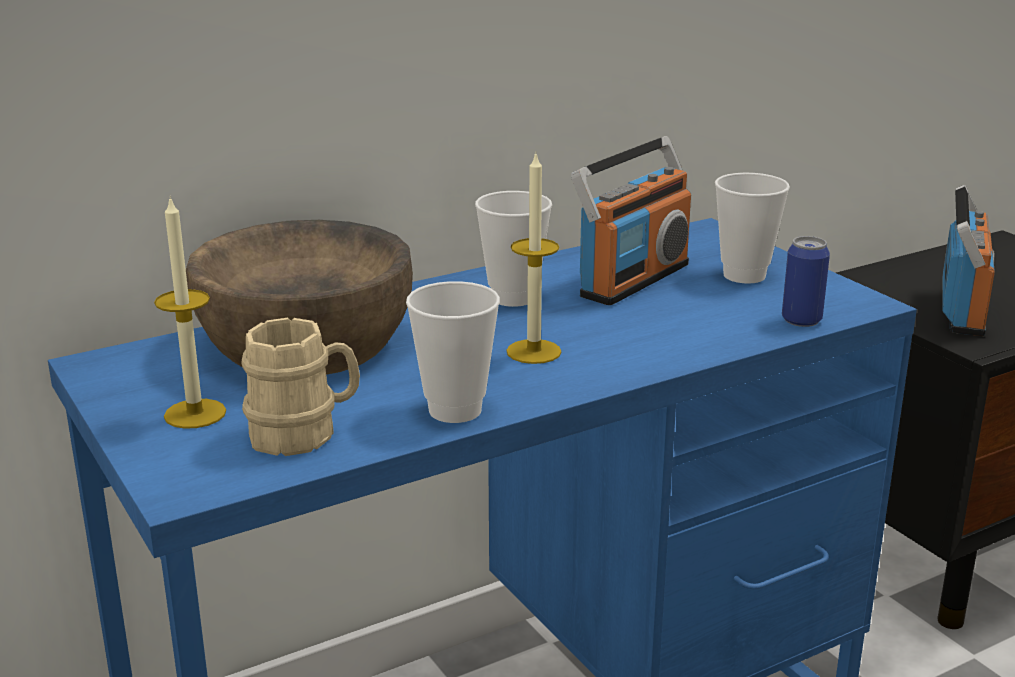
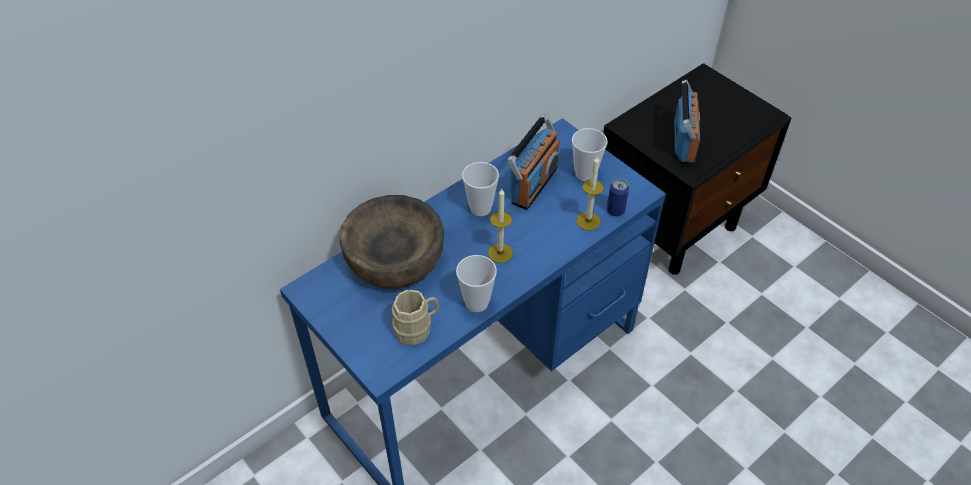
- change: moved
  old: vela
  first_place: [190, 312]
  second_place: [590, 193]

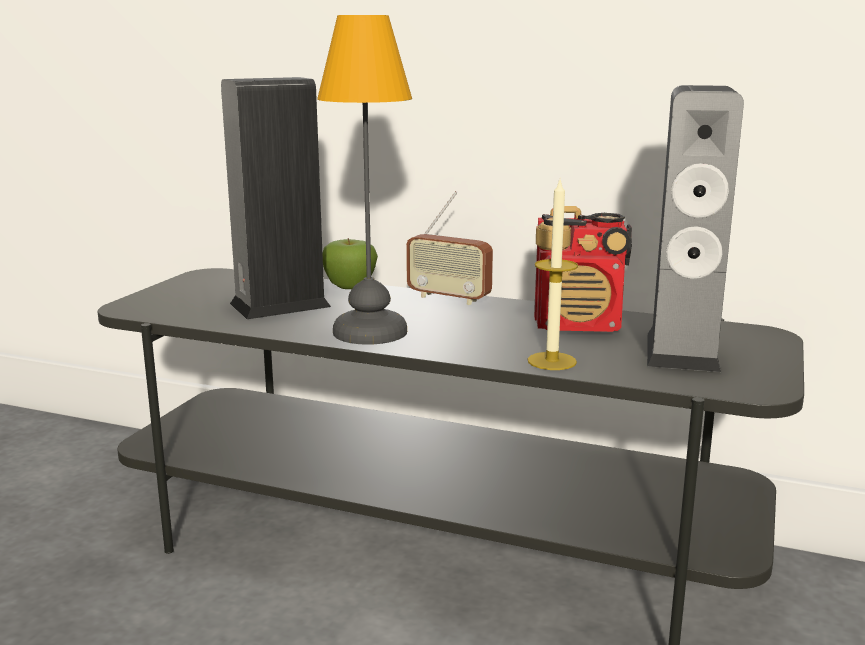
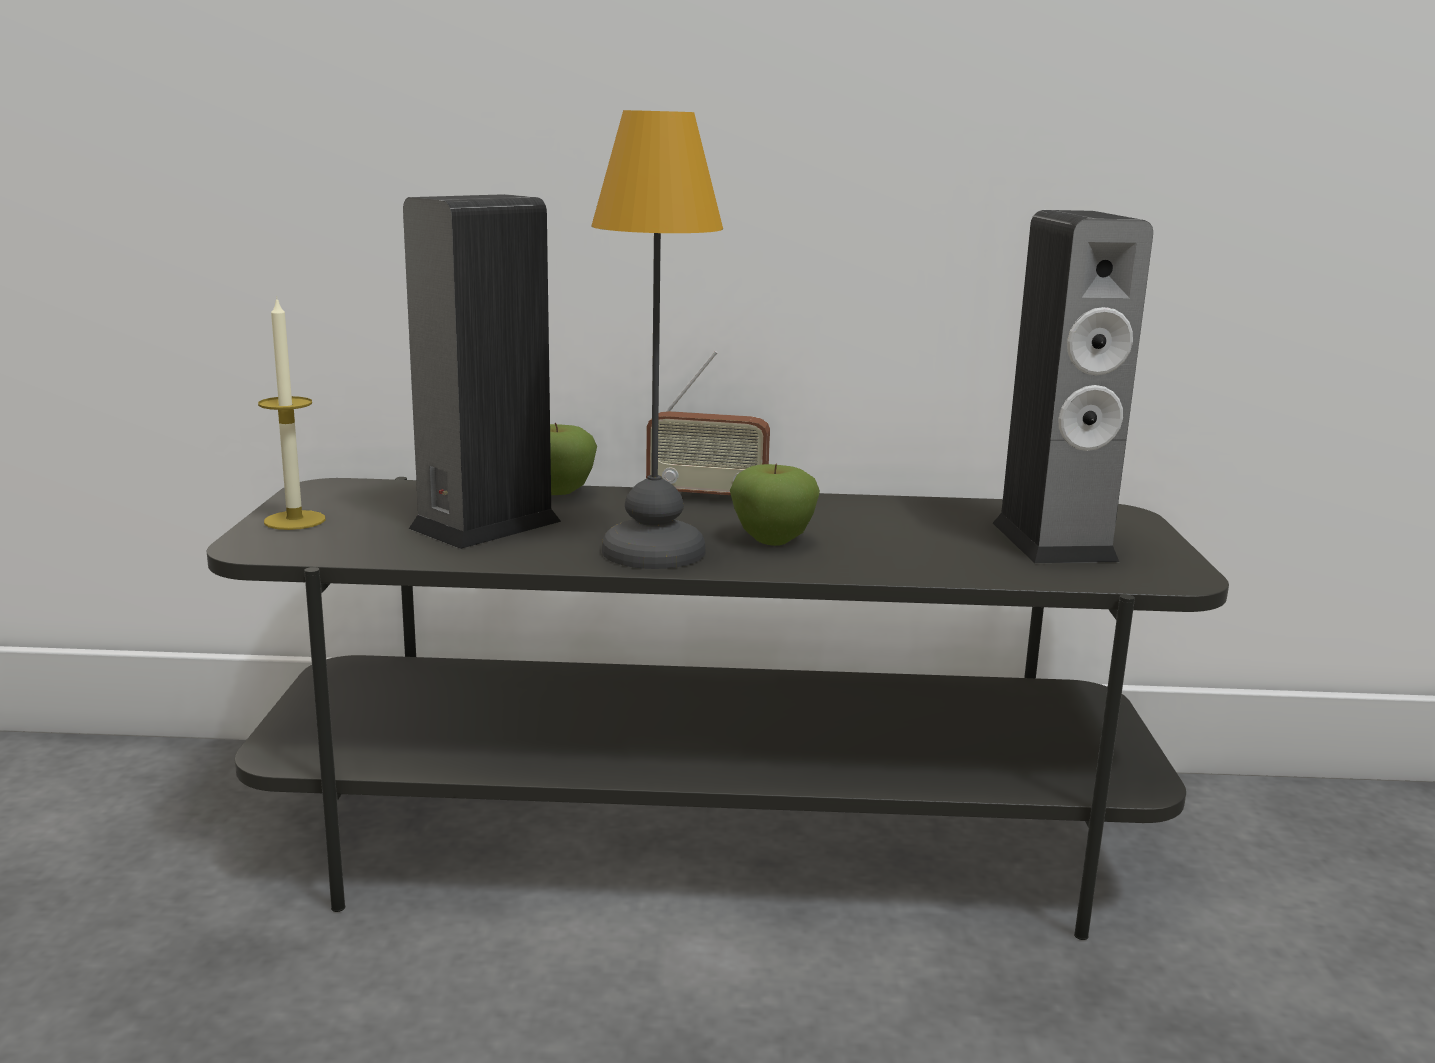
- change: moved
  old: vela
  first_place: [553, 273]
  second_place: [291, 413]
- change: added
  new: manzana
  second_place: [775, 504]
- change: removed
  old: radio
  first_place: [583, 269]

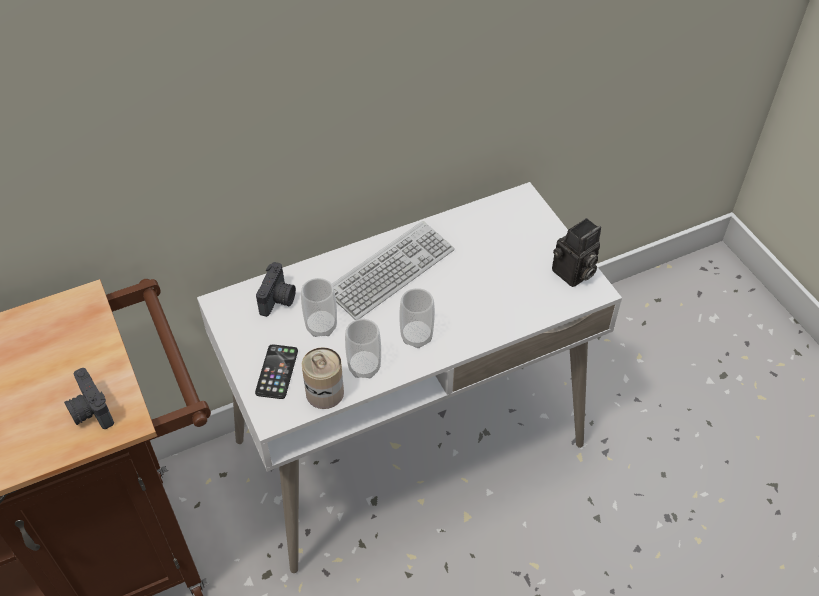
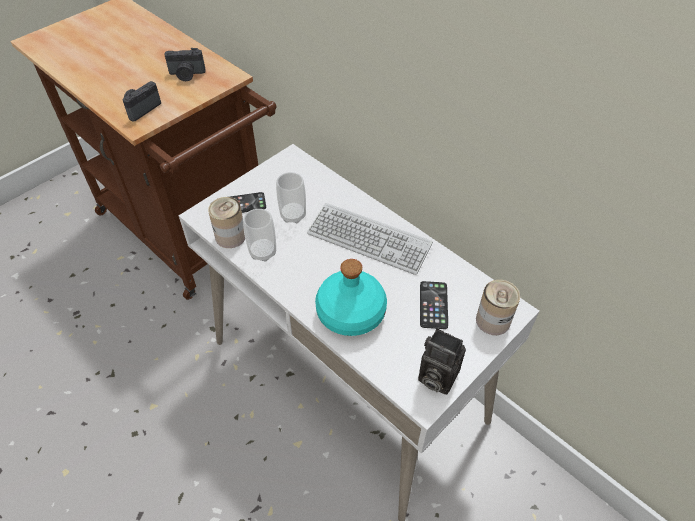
- change: moved
  old: cámara
  first_place: [276, 289]
  second_place: [185, 64]
- change: added
  new: botella (turquesa)
  second_place: [351, 297]
- change: added
  new: móvil
  second_place: [434, 305]
- change: added
  new: lata
  second_place: [498, 307]
- change: removed
  old: taza
  first_place: [417, 318]

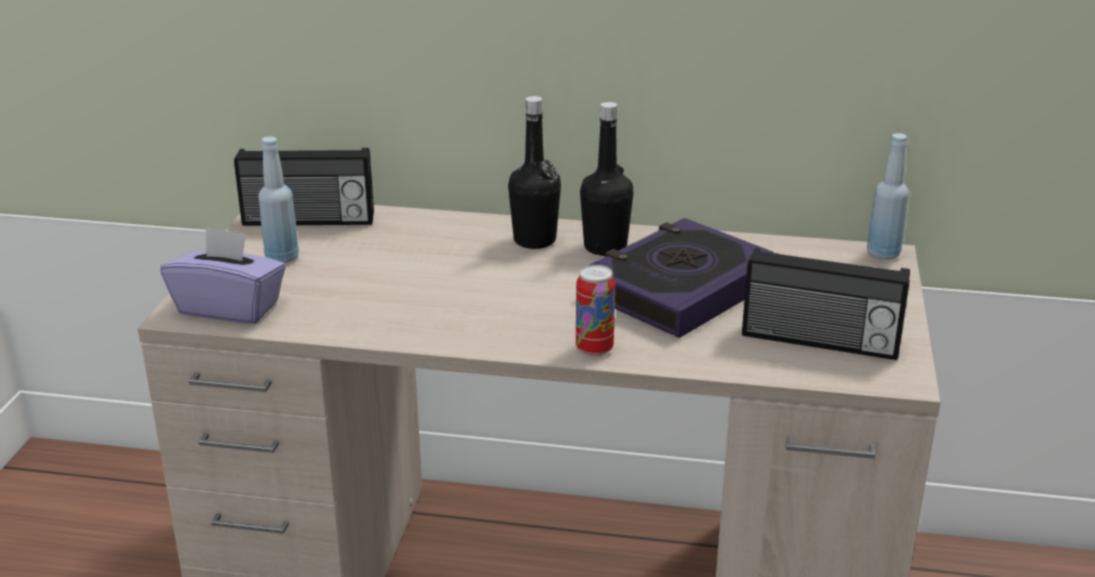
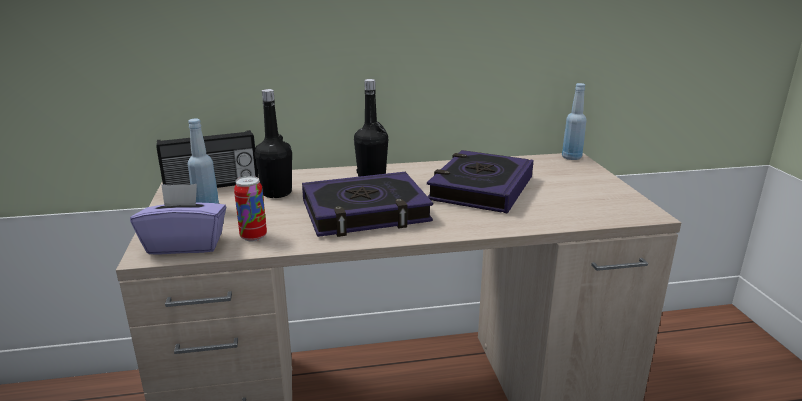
- change: moved
  old: lata
  first_place: [595, 311]
  second_place: [250, 208]
- change: moved
  old: botella (negro)
  first_place: [607, 179]
  second_place: [273, 143]
- change: added
  new: libro
  second_place: [367, 204]
- change: removed
  old: radio
  first_place: [826, 304]

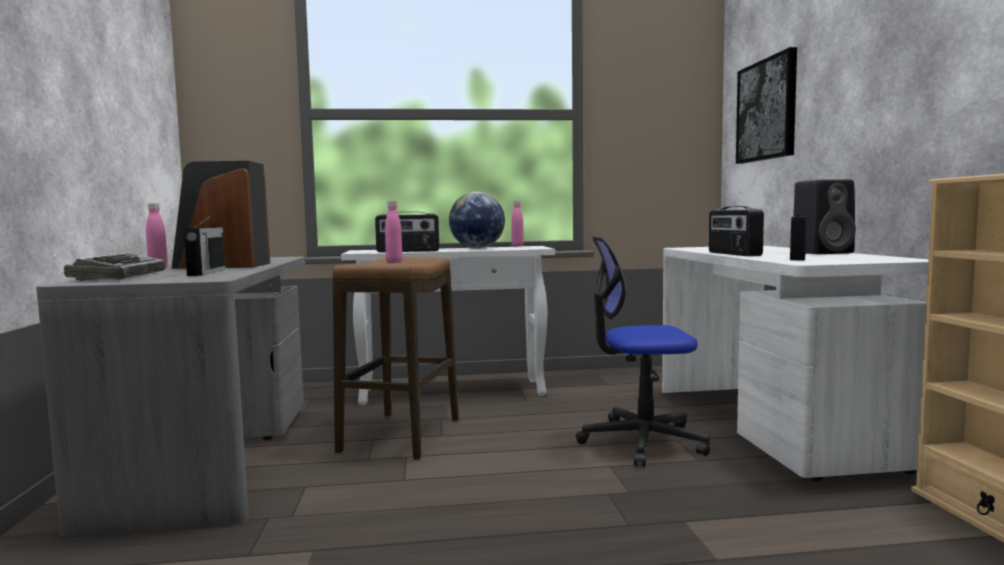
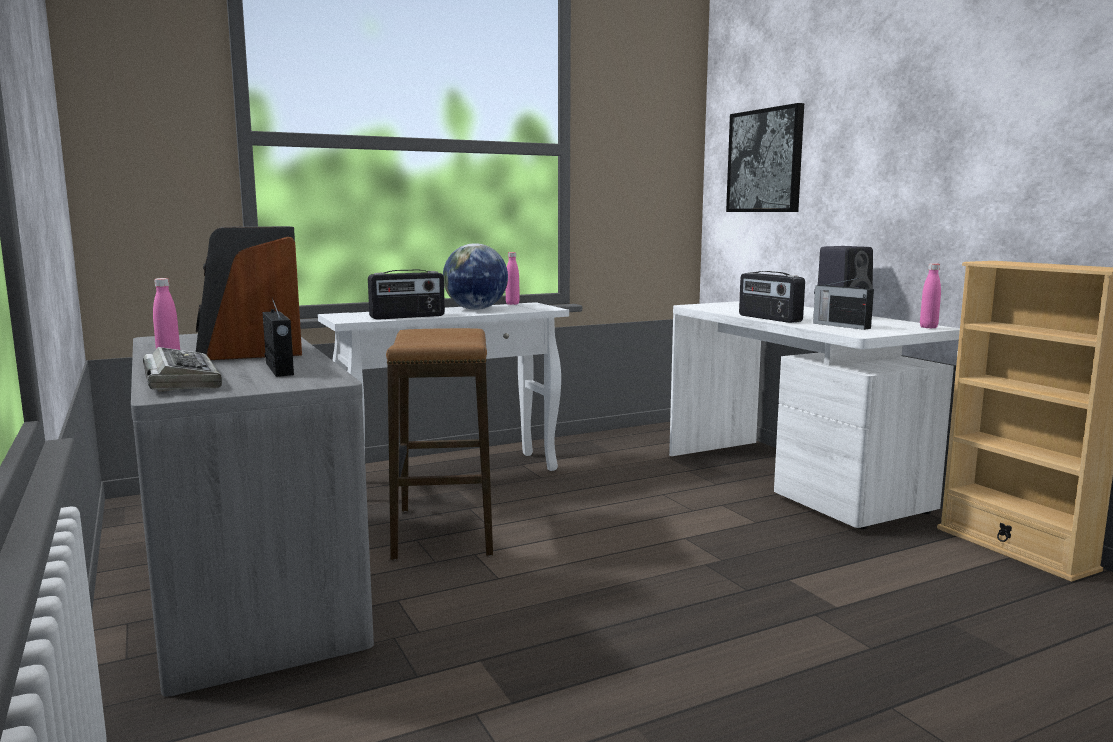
- change: turned
  old: radio
  first_place: [798, 232]
  second_place: [843, 303]
  degrees: -45
- change: moved
  old: botella (rosa)
  first_place: [393, 232]
  second_place: [930, 295]
- change: removed
  old: silla de oficina
  first_place: [642, 351]

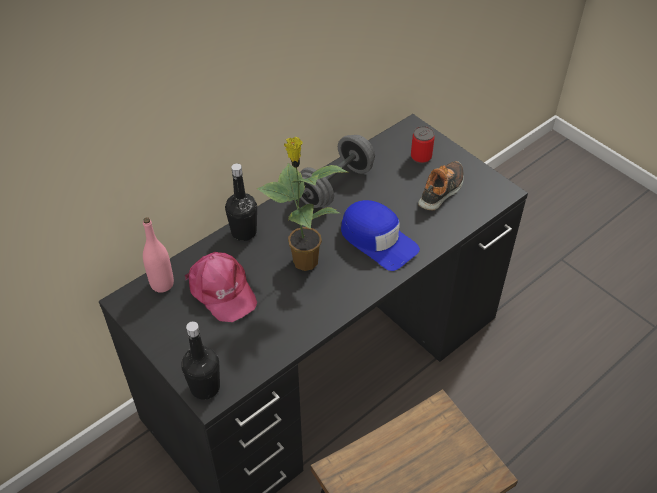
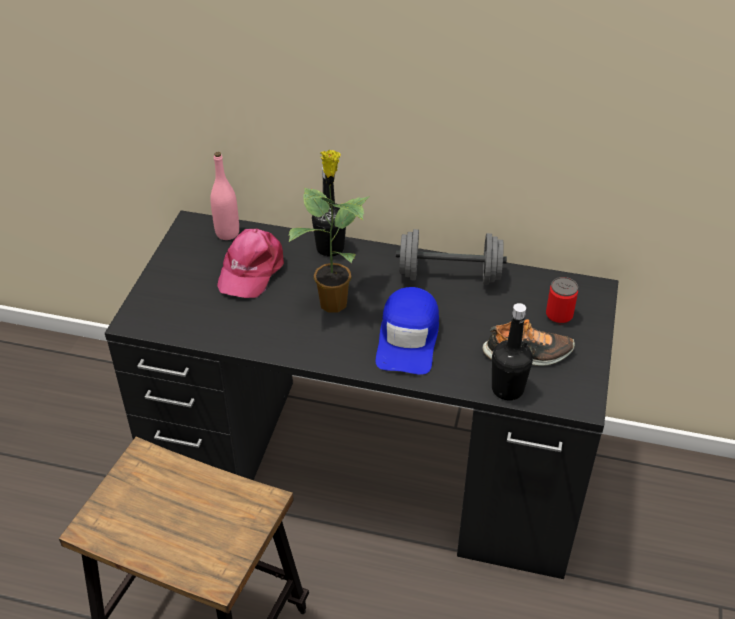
- change: moved
  old: botella (negro)
  first_place: [200, 361]
  second_place: [512, 352]

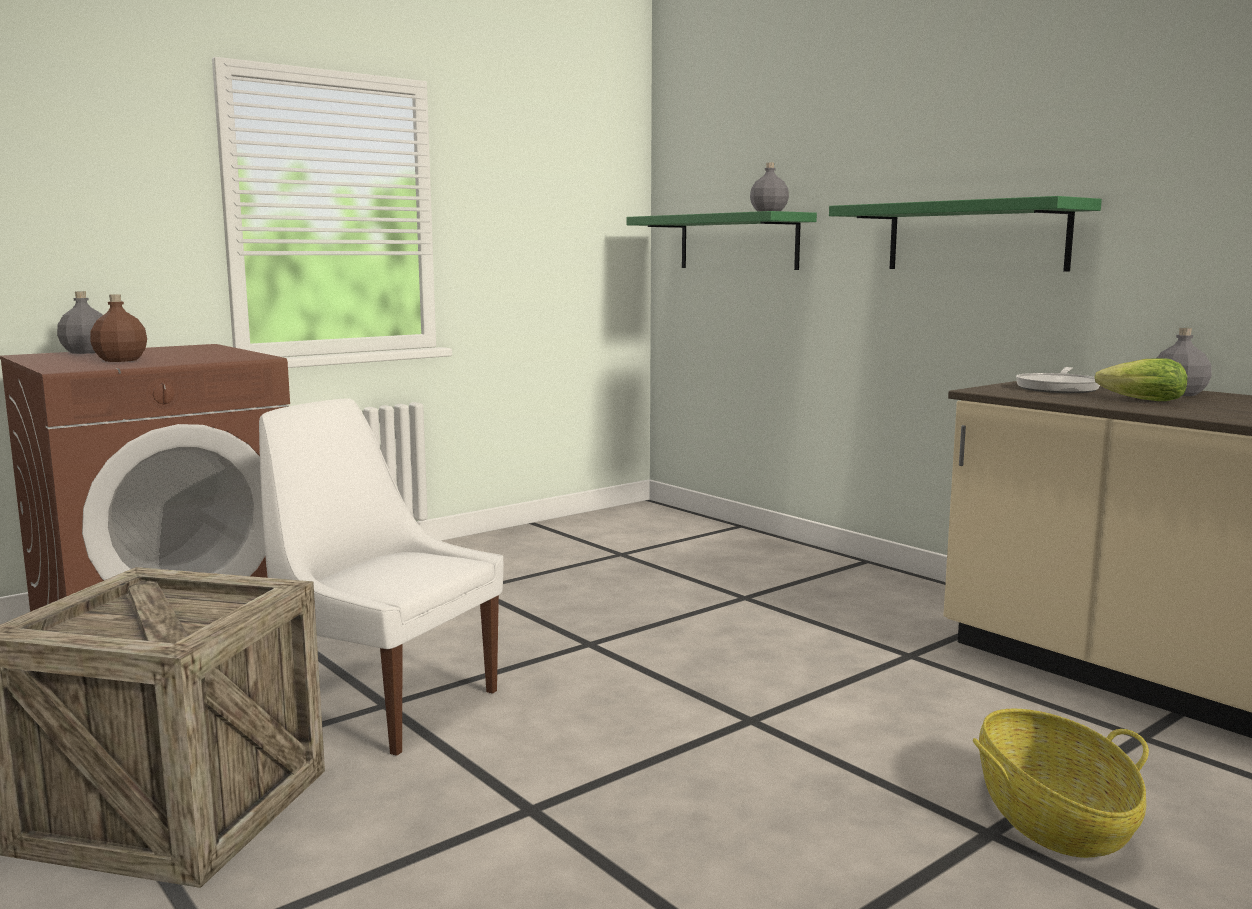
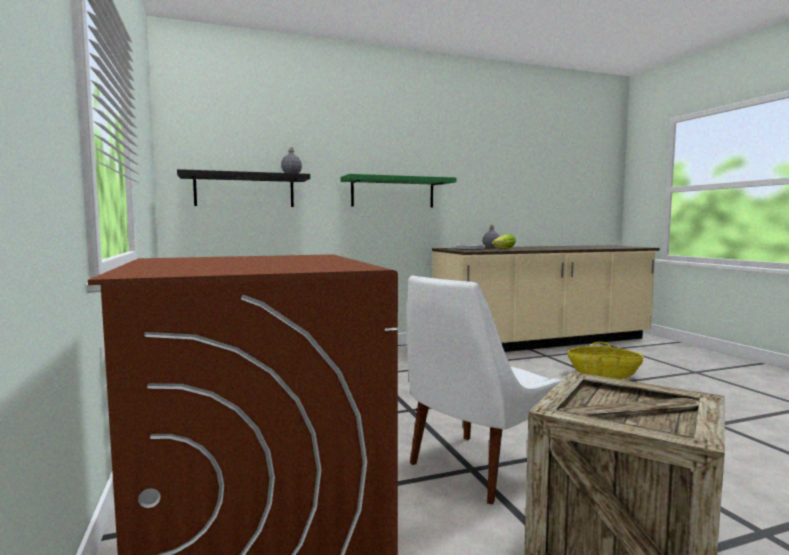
- change: recoloured
  old: estante (verde)
  new: estante (negro)
  first_place: [722, 240]
  second_place: [243, 188]
- change: removed
  old: botella (gris)
  first_place: [80, 322]
- change: removed
  old: botella (marrón)
  first_place: [118, 328]

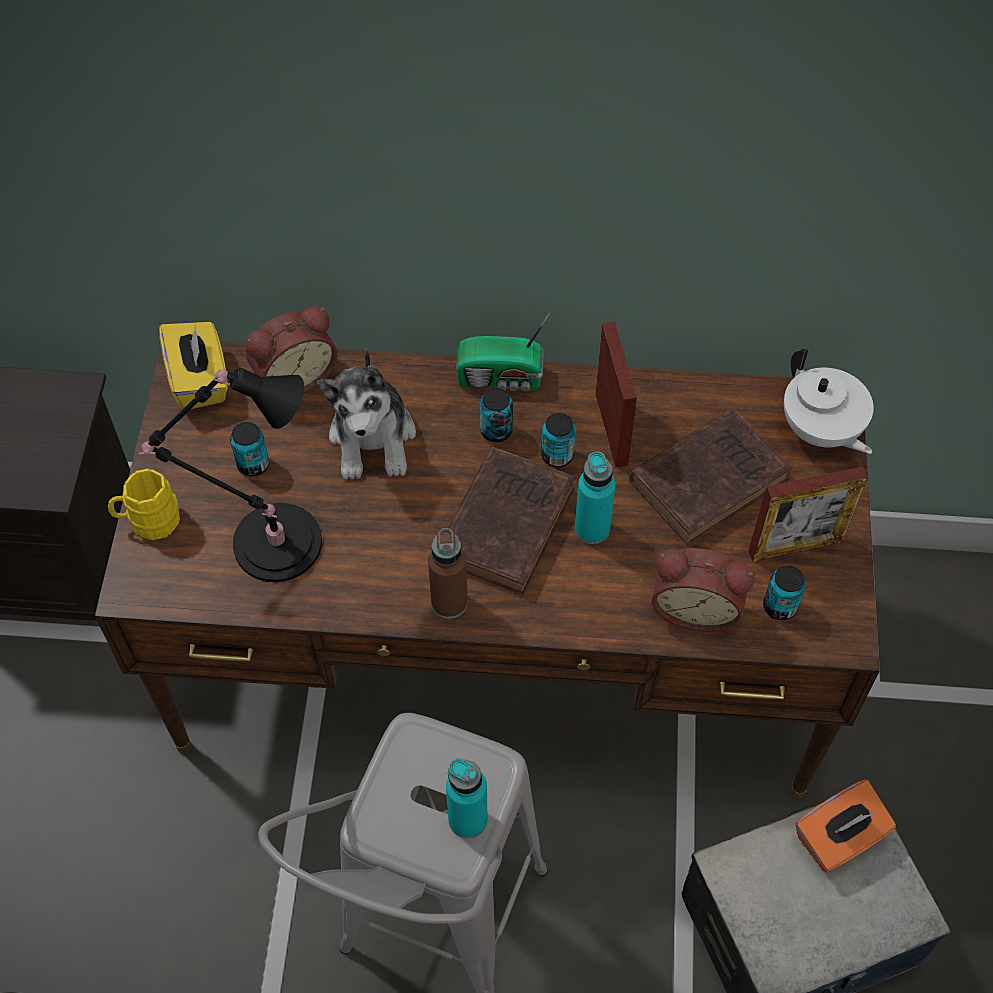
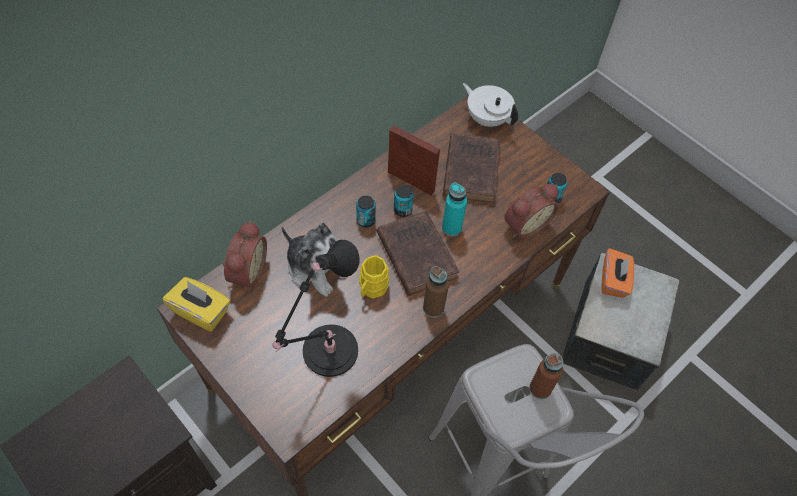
- change: moved
  old: taza grande (amarillo)
  first_place: [144, 504]
  second_place: [374, 277]
- change: turned
  old: tetera (blanco)
  first_place: [829, 401]
  second_place: [490, 105]
  degrees: -150
- change: recoloured
  old: botella (turquesa)
  new: botella (marrón)
  first_place: [467, 798]
  second_place: [546, 376]
- change: removed
  old: lata
  first_place: [249, 449]
- change: removed
  old: radio
  first_place: [503, 352]
- change: removed
  old: portarretratos
  first_place: [808, 514]

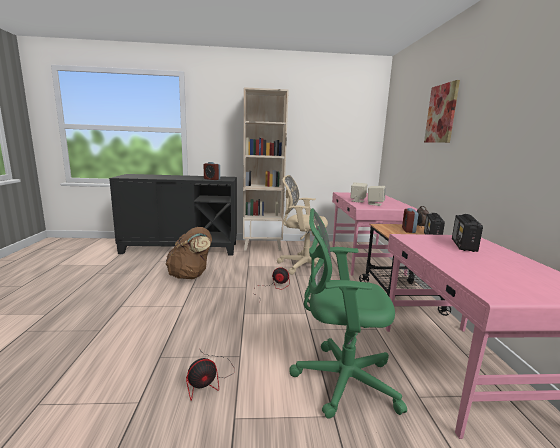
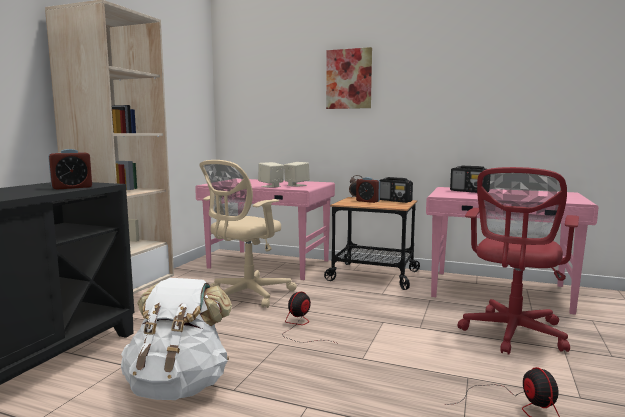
- change: recoloured
  old: mochila (marrón)
  new: mochila (blanco)
  first_place: [189, 253]
  second_place: [176, 339]
- change: recoloured
  old: silla de oficina (verde)
  new: silla de oficina (rojo)
  first_place: [348, 313]
  second_place: [518, 261]

